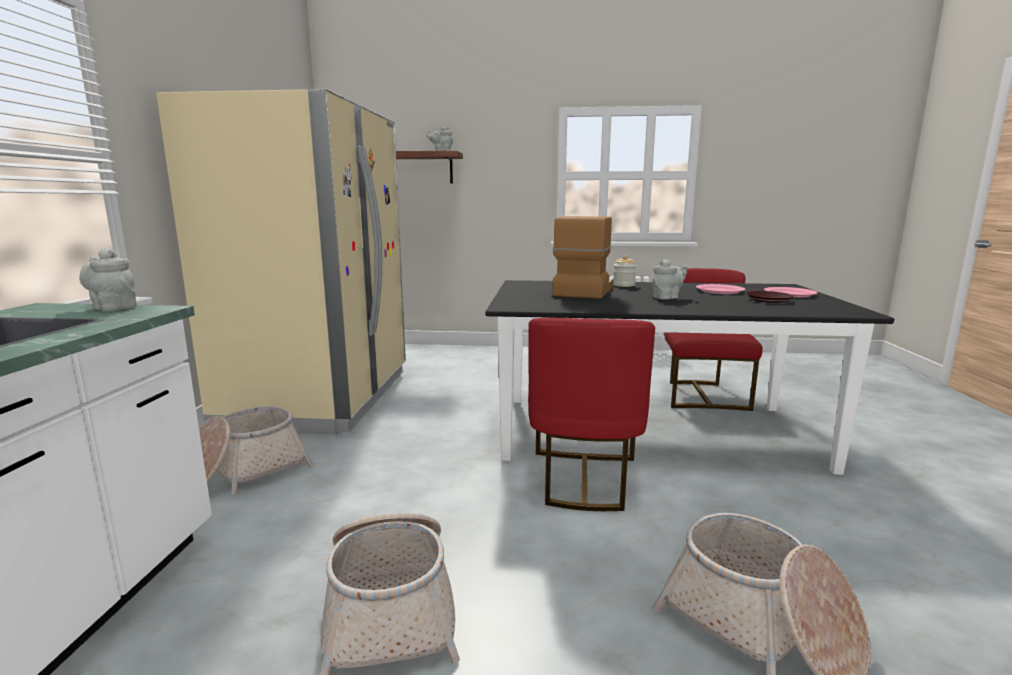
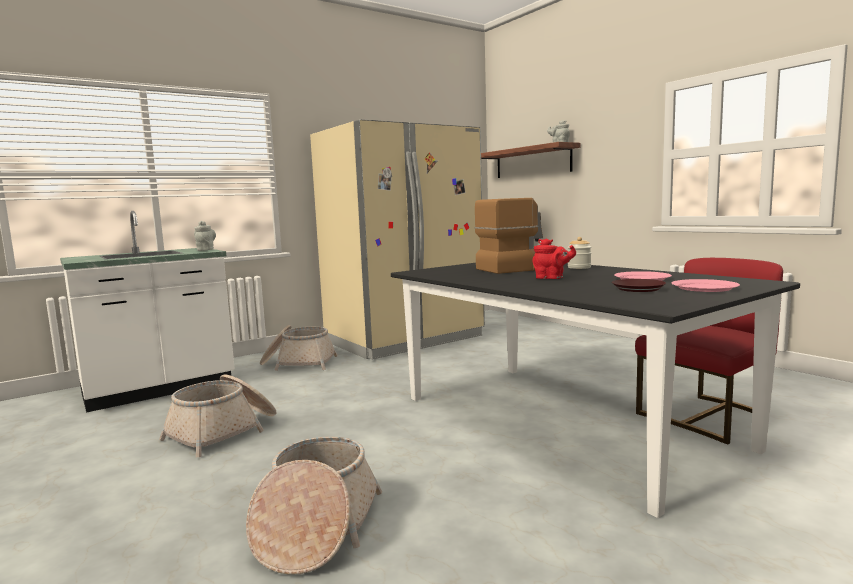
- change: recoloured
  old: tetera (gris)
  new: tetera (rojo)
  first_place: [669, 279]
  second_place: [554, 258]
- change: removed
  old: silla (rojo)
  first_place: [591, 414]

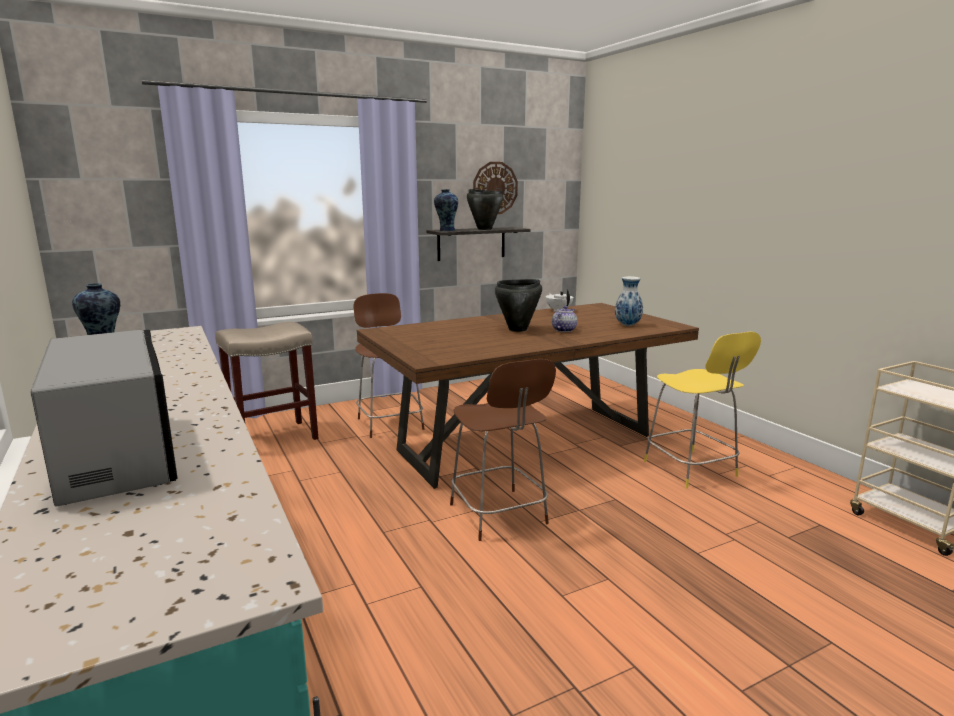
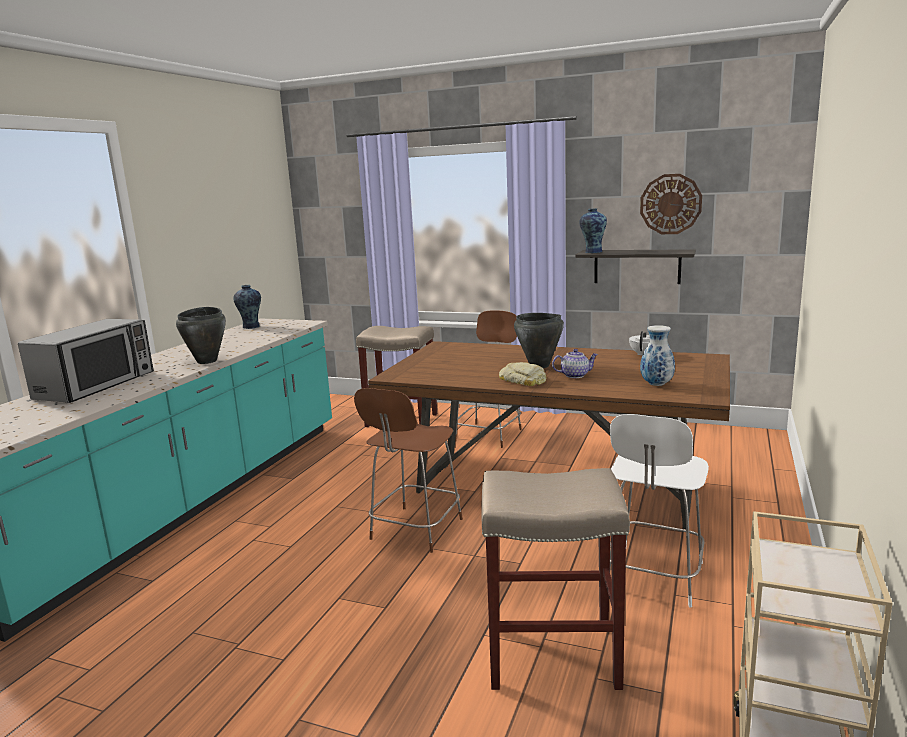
- change: moved
  old: olla (negro)
  first_place: [485, 209]
  second_place: [201, 335]
- change: added
  new: taburete (beis)
  second_place: [555, 579]
- change: added
  new: pan
  second_place: [522, 374]
- change: recoloured
  old: silla (amarillo)
  new: silla (blanco)
  first_place: [702, 410]
  second_place: [659, 510]

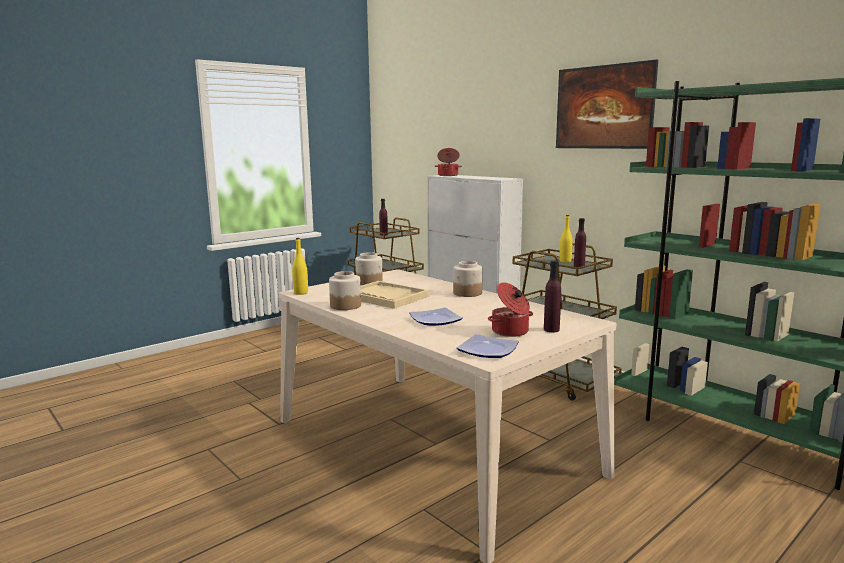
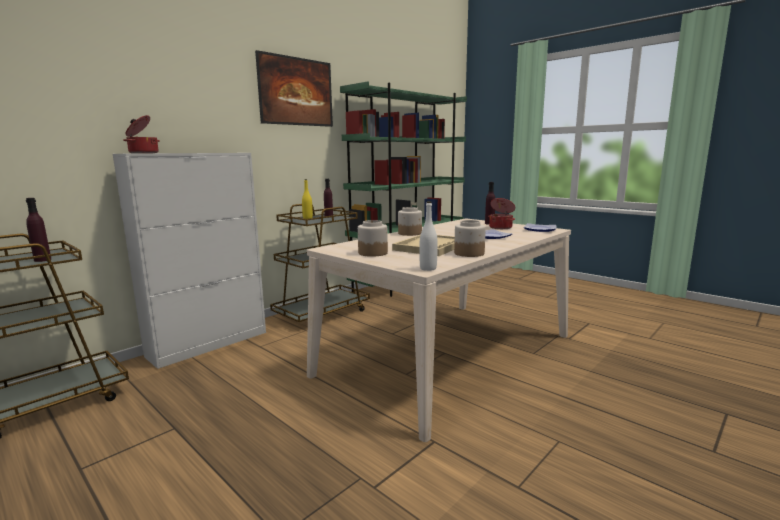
- change: recoloured
  old: botella (amarillo)
  new: botella (blanco)
  first_place: [300, 266]
  second_place: [429, 236]

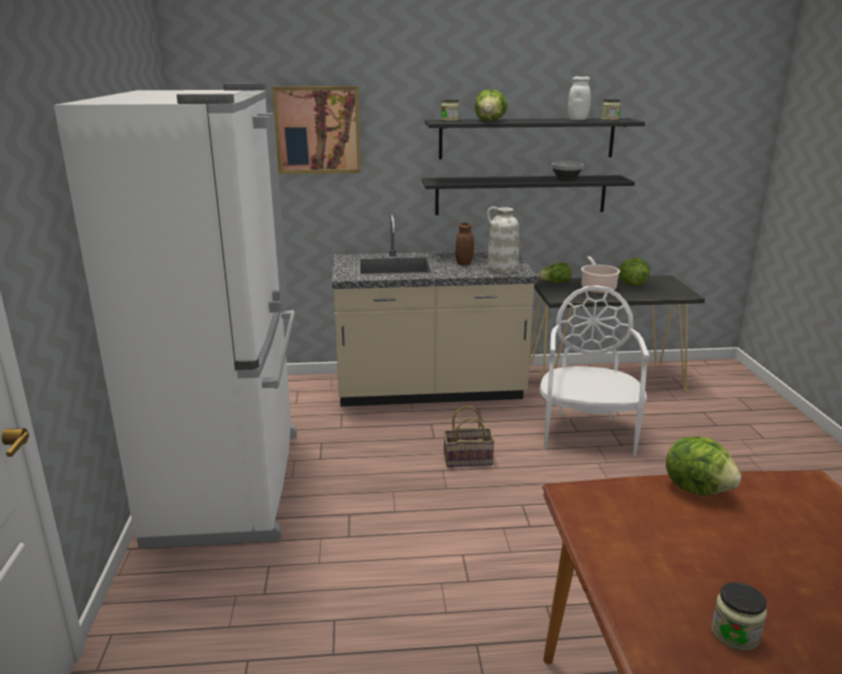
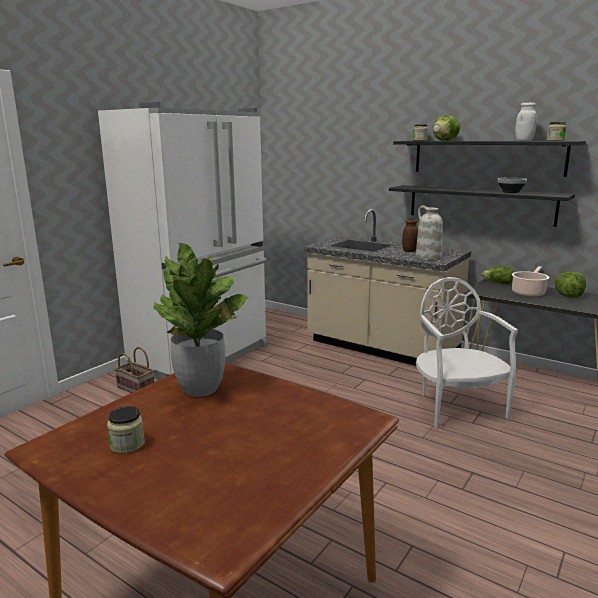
- change: moved
  old: cesta
  first_place: [469, 436]
  second_place: [134, 370]
- change: added
  new: planta en maceta
  second_place: [200, 320]
- change: turned
  old: silla (blanco)
  first_place: [594, 370]
  second_place: [467, 352]
  degrees: -60
- change: removed
  old: cuadro
  first_place: [316, 130]
- change: removed
  old: lechuga
  first_place: [704, 466]

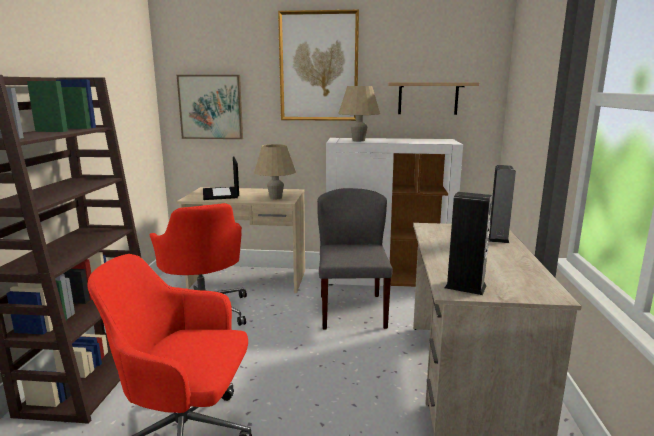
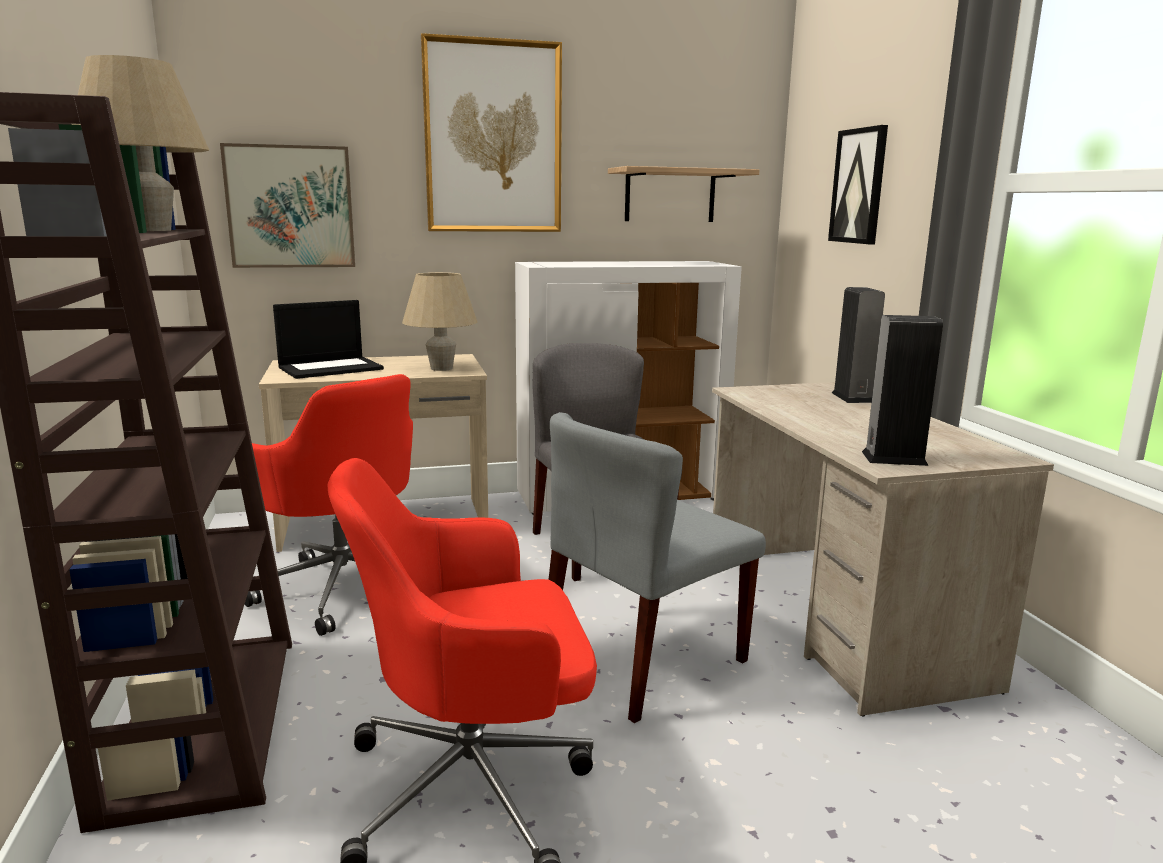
- change: moved
  old: lámpara de mesa (beis)
  first_place: [359, 113]
  second_place: [140, 143]
- change: turned
  old: portátil
  first_place: [221, 178]
  second_place: [328, 339]
  degrees: -90
- change: added
  new: silla (gris)
  second_place: [657, 567]
- change: added
  new: cuadro
  second_place: [858, 184]

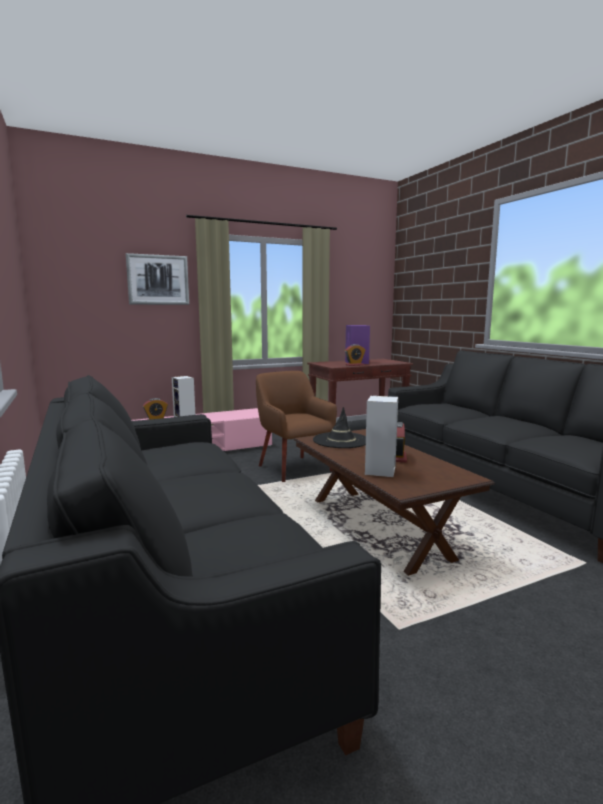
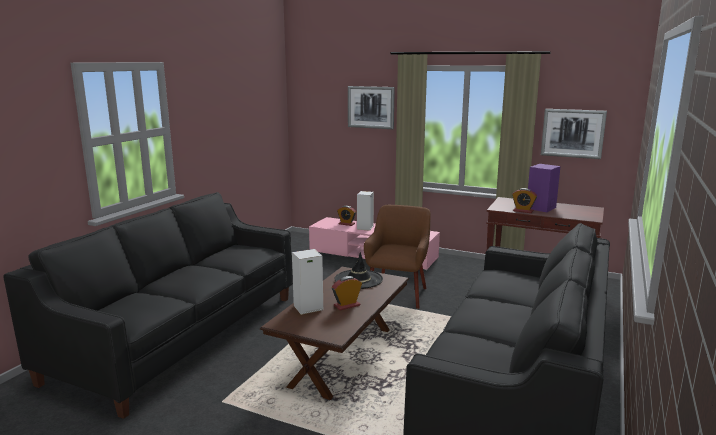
- change: added
  new: cuadro
  second_place: [574, 134]

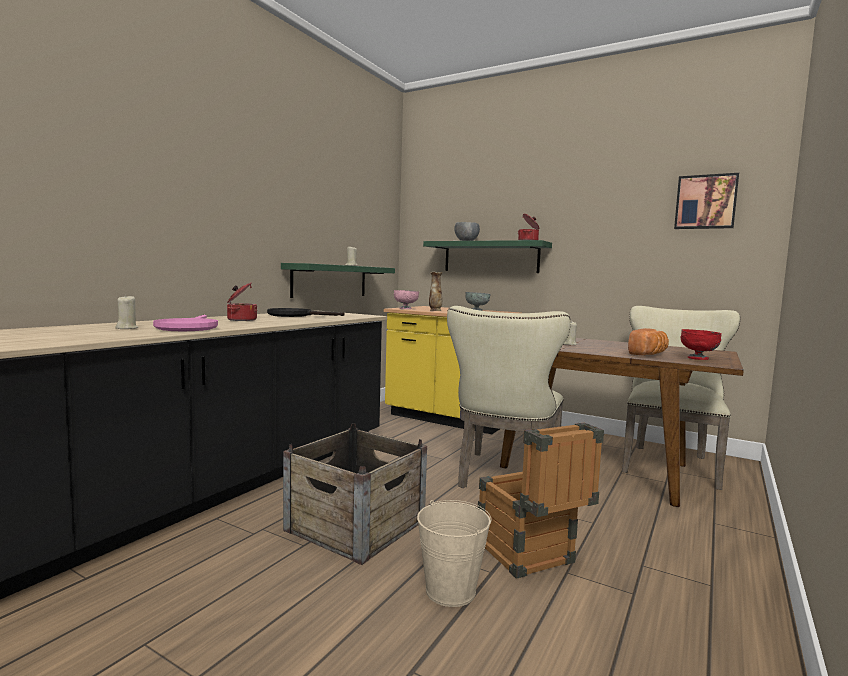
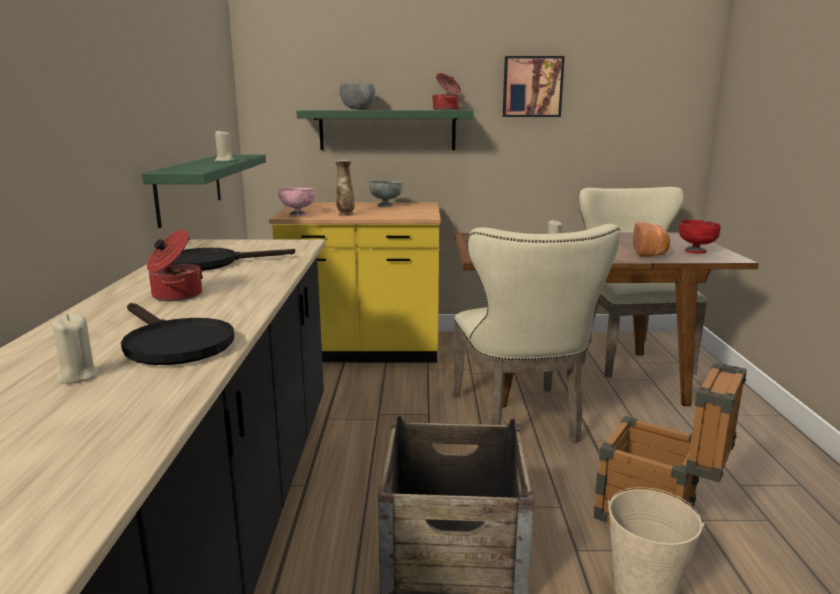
- change: recoloured
  old: sartén (rosa)
  new: sartén (negro)
  first_place: [185, 323]
  second_place: [177, 334]
- change: moved
  old: cuadro
  first_place: [706, 201]
  second_place: [534, 86]

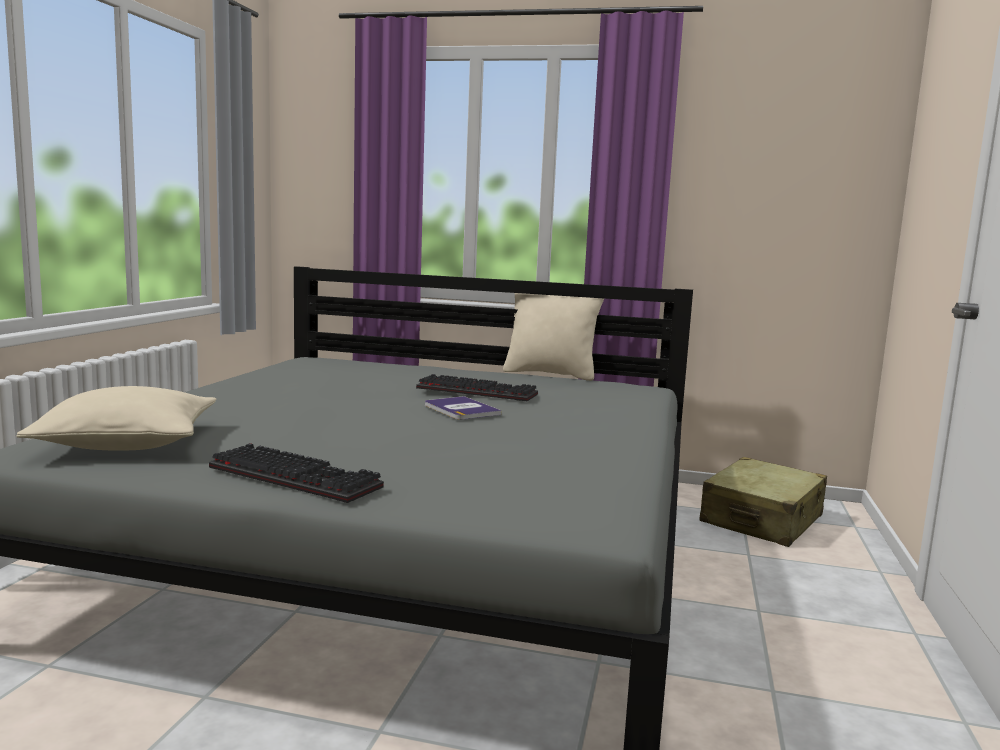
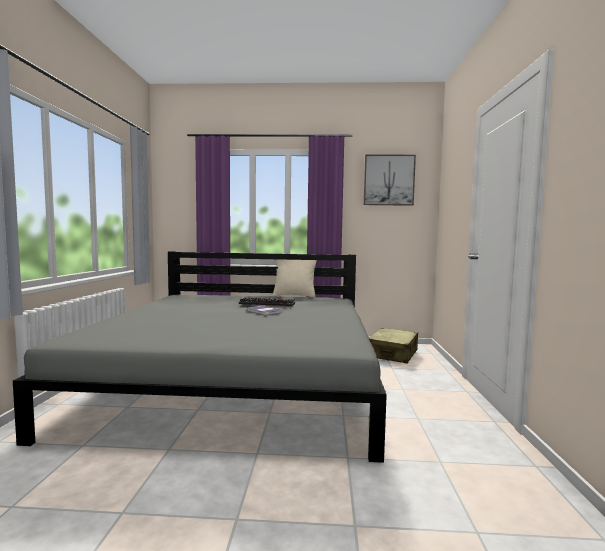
- change: added
  new: cuadro
  second_place: [390, 180]
- change: removed
  old: cojín (beis)
  first_place: [116, 418]
- change: removed
  old: teclado
  first_place: [296, 473]

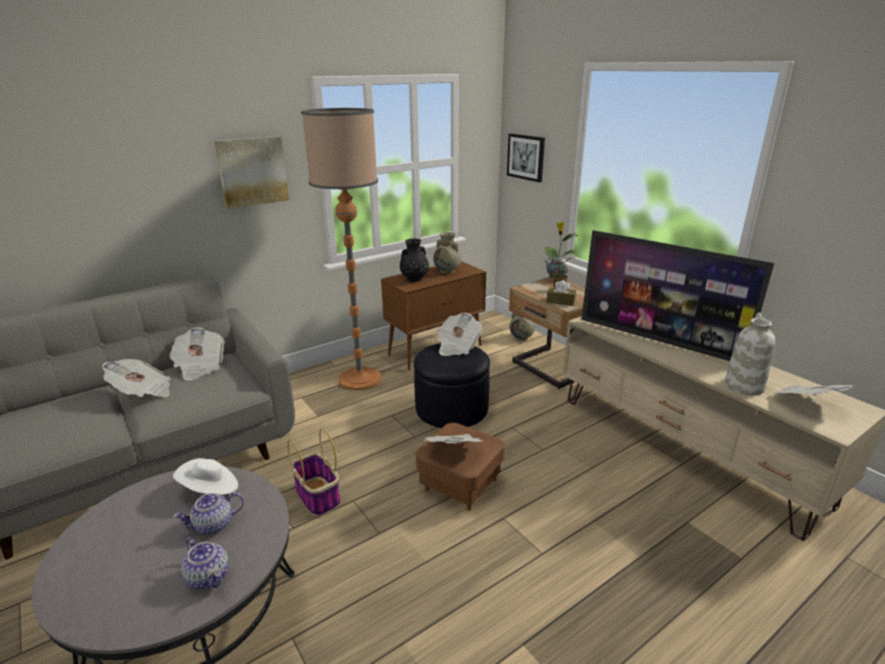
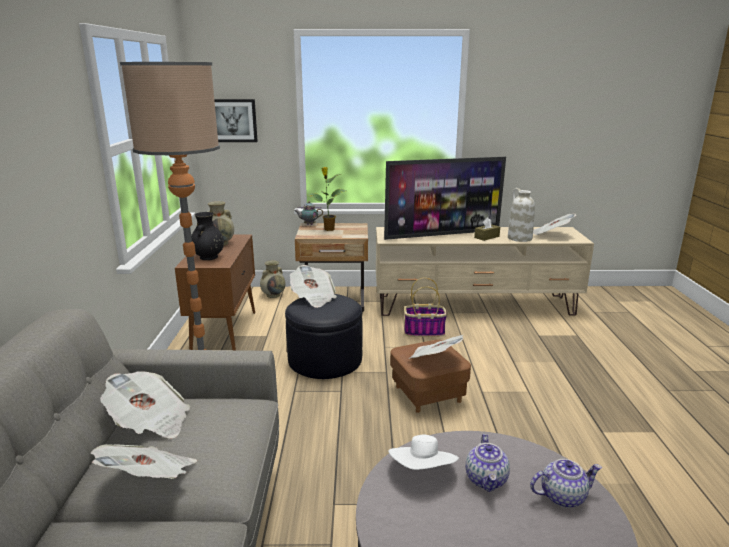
- change: moved
  old: cesta
  first_place: [313, 472]
  second_place: [425, 307]
- change: moved
  old: caja de pañuelos (marrón)
  first_place: [561, 293]
  second_place: [487, 229]
- change: removed
  old: cuadro
  first_place: [251, 172]

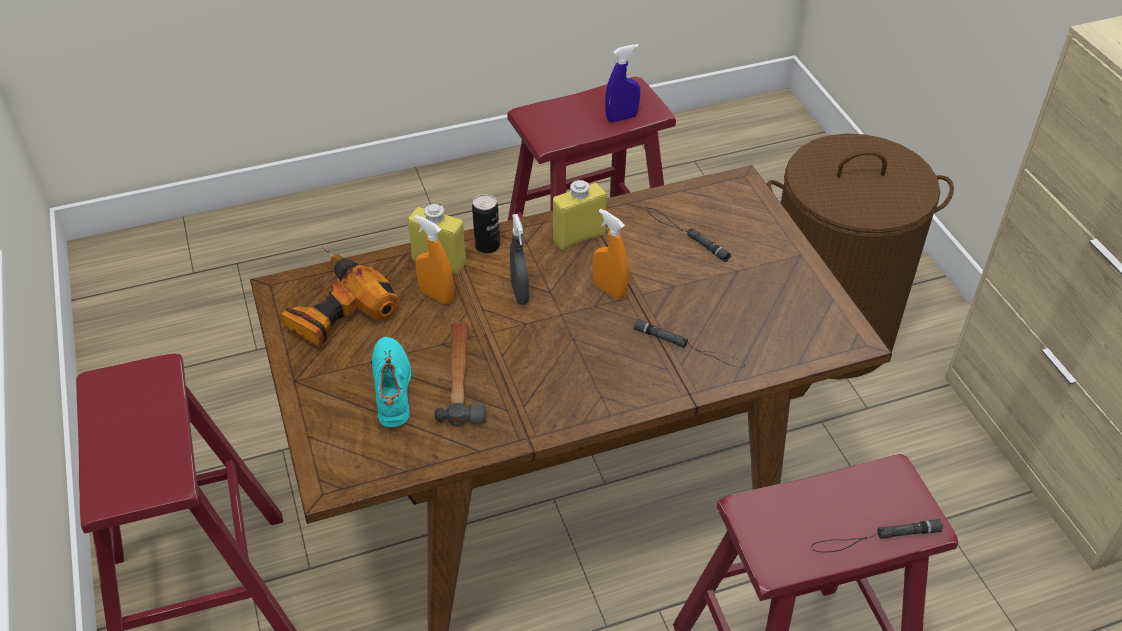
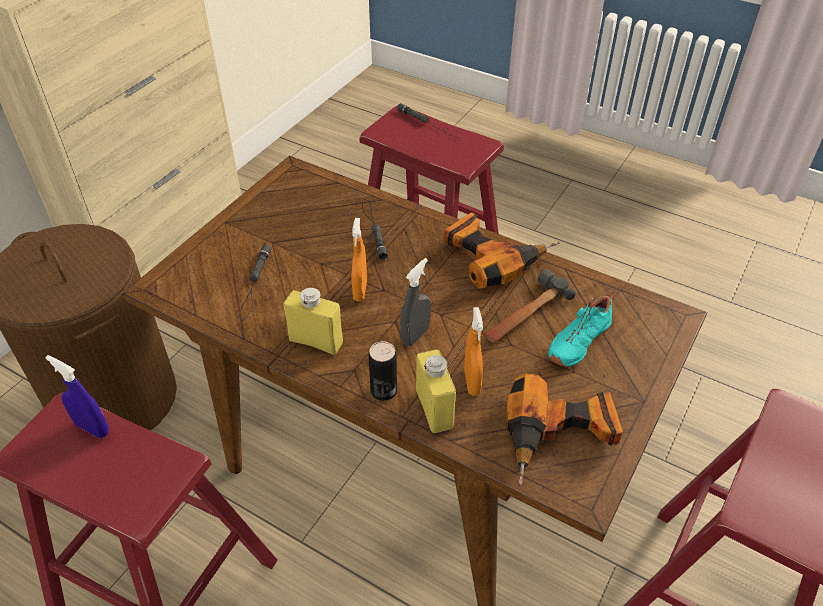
- change: added
  new: taladro
  second_place: [501, 250]

